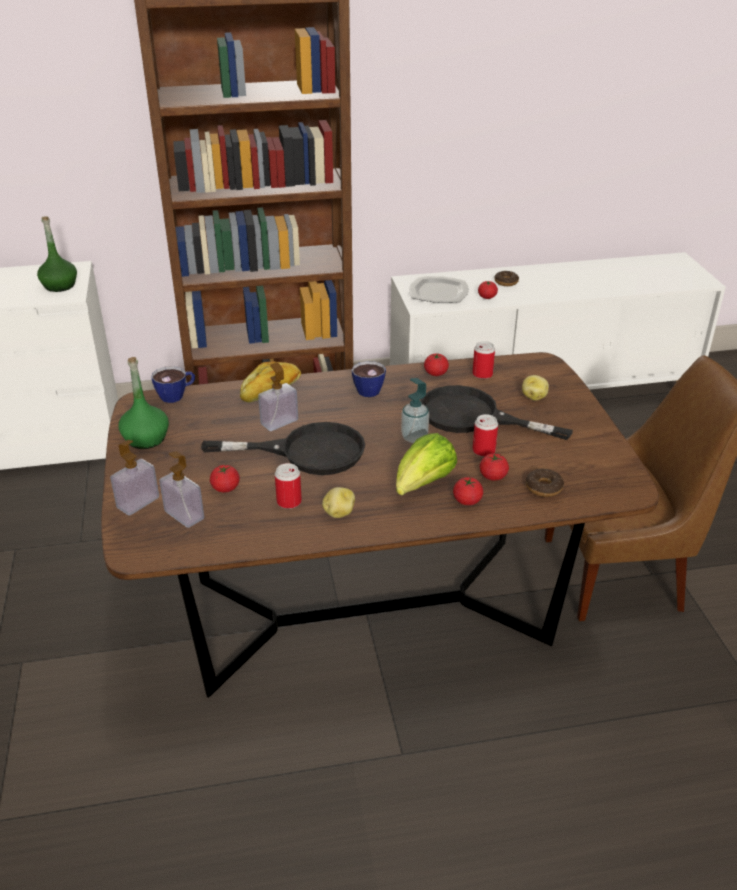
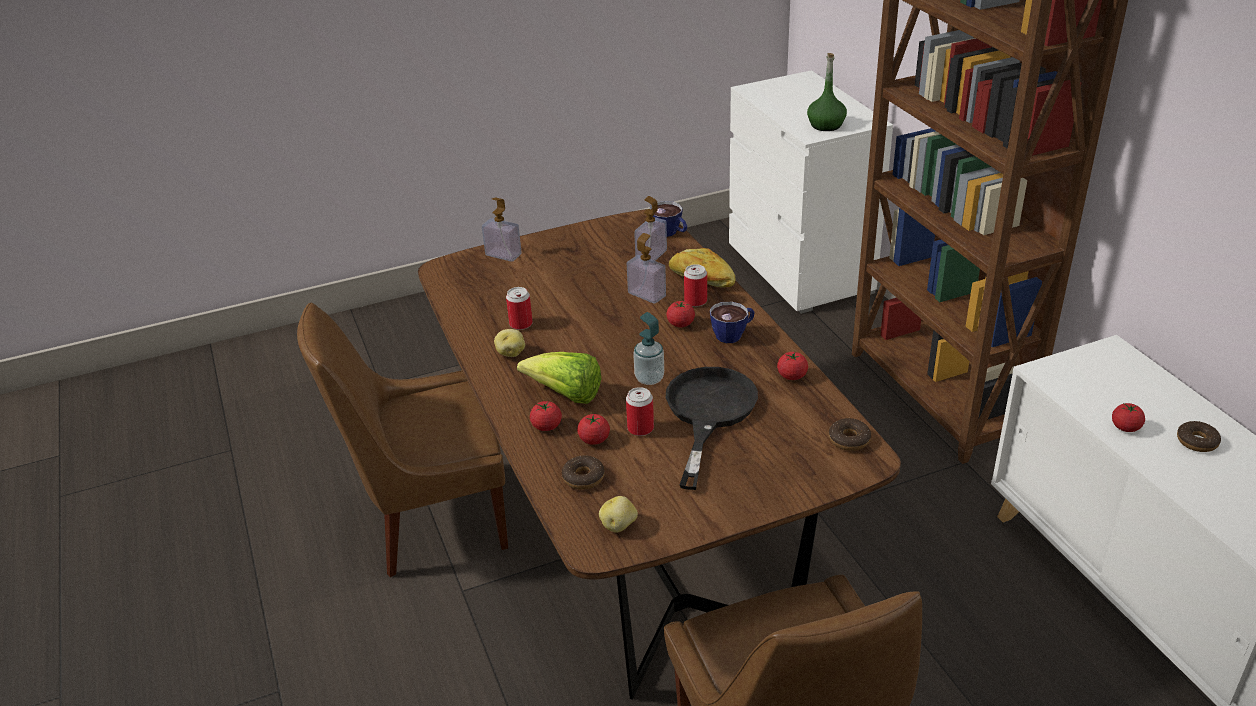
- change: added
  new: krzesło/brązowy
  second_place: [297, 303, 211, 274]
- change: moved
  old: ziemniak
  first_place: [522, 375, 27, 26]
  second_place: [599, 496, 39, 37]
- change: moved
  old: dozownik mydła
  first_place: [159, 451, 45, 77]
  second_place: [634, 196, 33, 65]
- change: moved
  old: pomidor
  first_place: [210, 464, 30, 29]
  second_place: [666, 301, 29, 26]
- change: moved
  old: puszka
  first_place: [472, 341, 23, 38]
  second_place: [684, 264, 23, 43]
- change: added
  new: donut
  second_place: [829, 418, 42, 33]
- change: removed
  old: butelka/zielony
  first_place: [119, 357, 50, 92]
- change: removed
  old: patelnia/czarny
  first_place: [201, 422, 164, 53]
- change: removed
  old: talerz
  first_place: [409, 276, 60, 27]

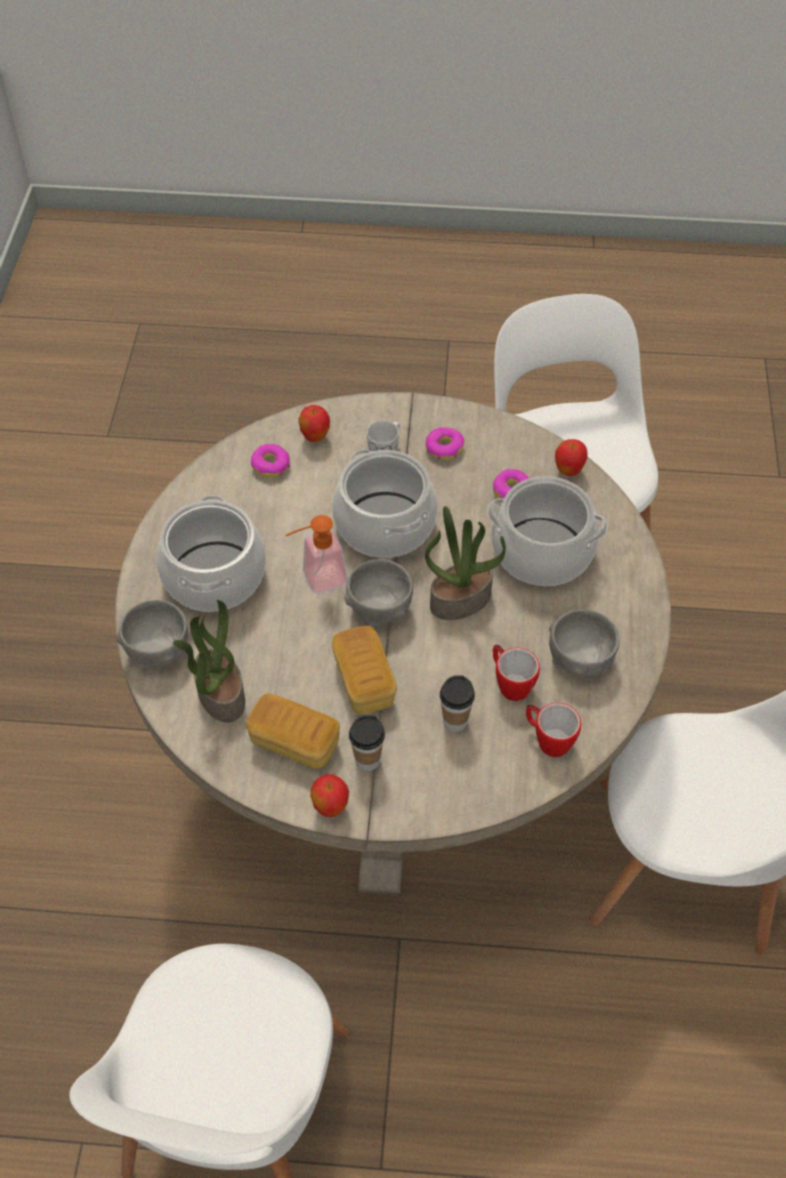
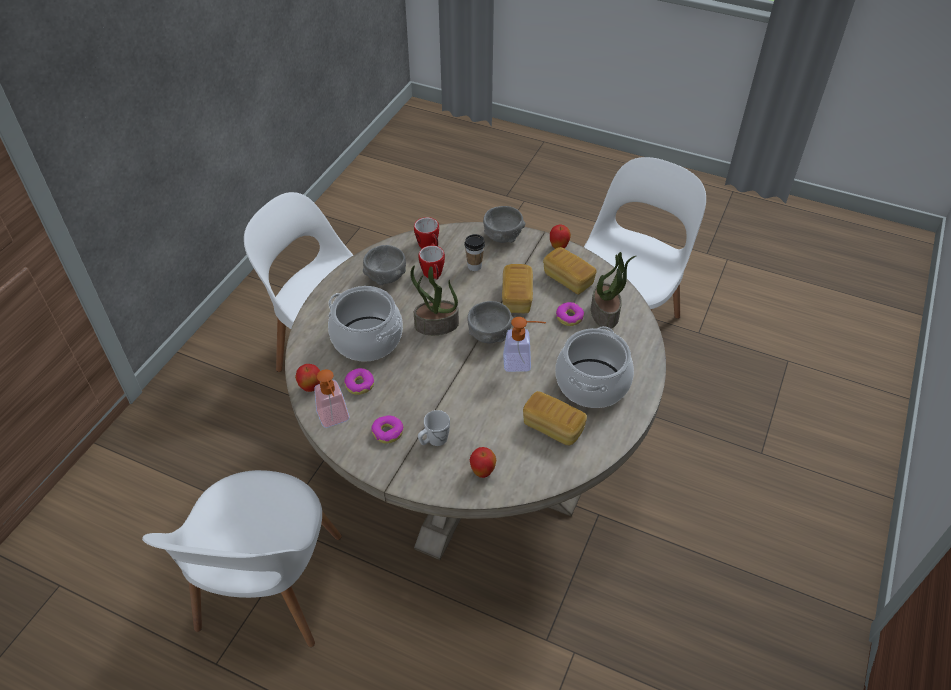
- change: added
  new: dozownik mydła
  second_place: [314, 369, 35, 59]
- change: moved
  old: miska/szary
  first_place: [116, 600, 72, 69]
  second_place: [483, 206, 42, 37]
- change: added
  new: chleb
  second_place: [523, 391, 64, 54]
- change: moved
  old: donut
  first_place: [251, 444, 39, 34]
  second_place: [556, 302, 28, 24]
- change: removed
  old: garnek
  first_place: [332, 449, 105, 109]
- change: removed
  old: filiżanka
  first_place: [349, 715, 36, 56]

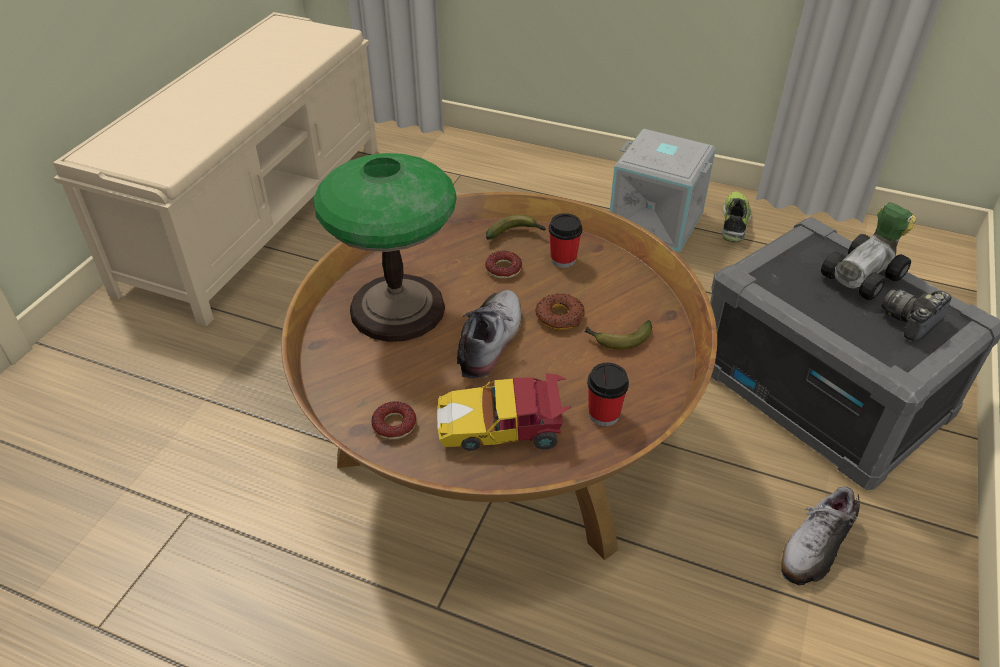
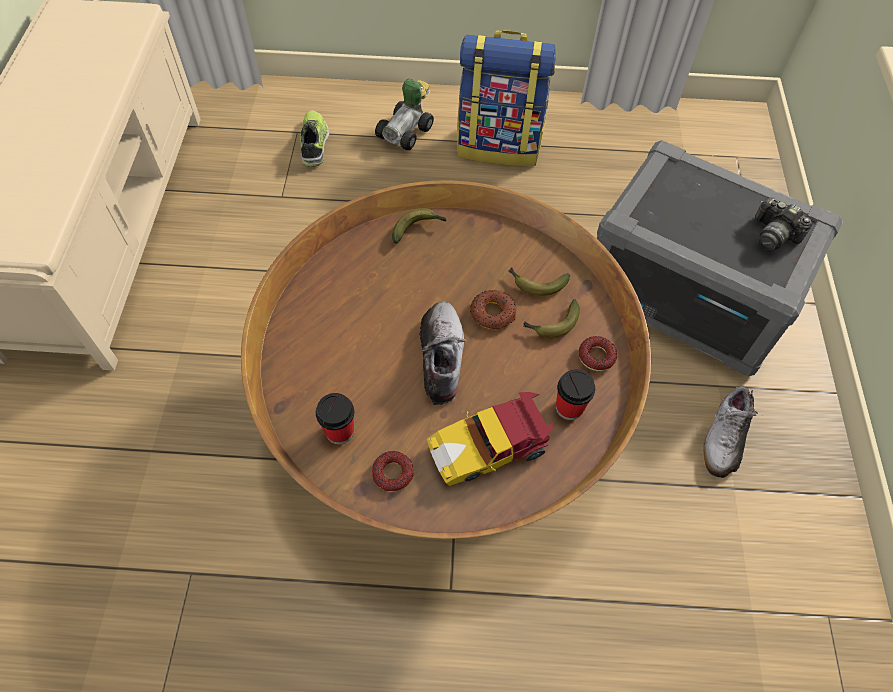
- change: moved
  old: but
  first_place: [722, 192, 30, 50]
  second_place: [300, 111, 29, 56]
- change: moved
  old: filiżanka
  first_place: [549, 213, 34, 55]
  second_place: [316, 393, 38, 51]
- change: moved
  old: samochodzik
  first_place: [821, 202, 95, 98]
  second_place: [375, 78, 59, 72]
- change: replaced
  old: pojemnik do przechowywania/szary
  new: plecak
  first_place: [610, 129, 106, 123]
  second_place: [457, 30, 99, 136]
- change: added
  new: banan
  second_place: [508, 267, 62, 29]
- change: moved
  old: donut
  first_place: [485, 251, 37, 28]
  second_place: [579, 336, 38, 35]
- change: turned
  old: aparat fotograficzny
  first_place: [881, 289, 70, 53]
  second_place: [755, 197, 57, 53]
  degrees: -75
- change: removed
  old: lampa stołowa
  first_place: [314, 153, 143, 189]

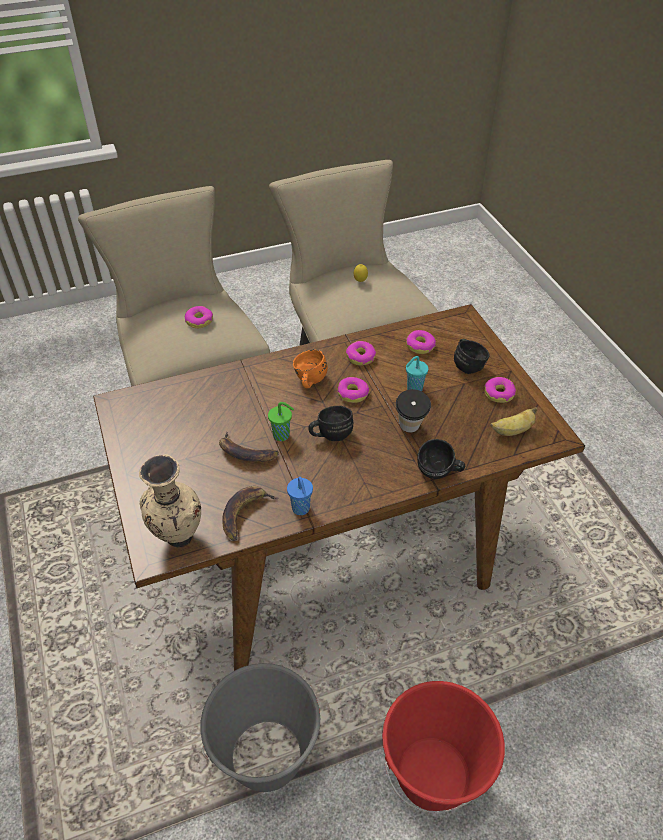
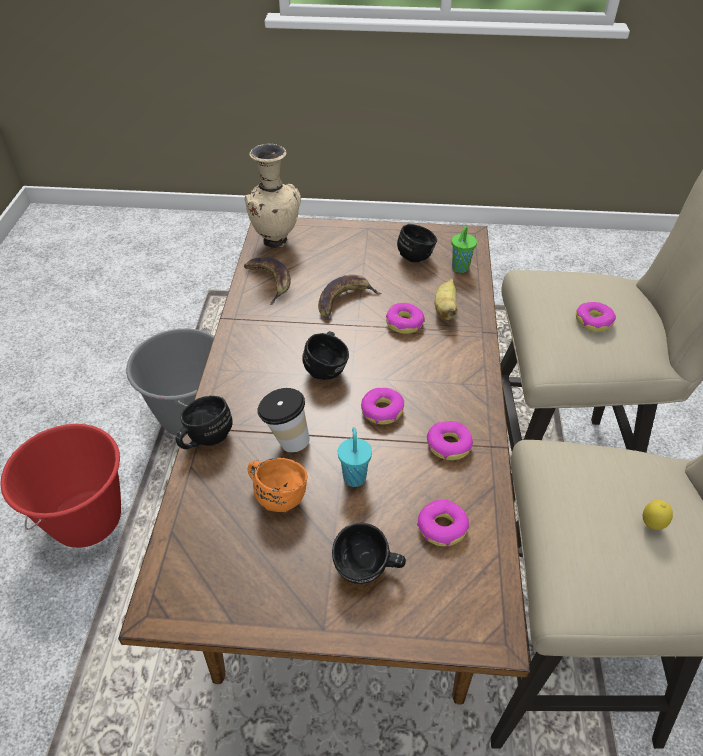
- change: moved
  old: kubek/pomarańczowy
  first_place: [293, 349, 35, 39]
  second_place: [248, 458, 59, 54]
- change: moved
  old: donut
  first_place: [484, 377, 32, 26]
  second_place: [386, 303, 39, 31]
- change: added
  new: kubek/czarny
  second_place: [397, 224, 40, 38]
- change: moved
  old: banan
  first_place: [490, 407, 47, 29]
  second_place: [435, 279, 23, 41]
- change: moved
  old: filiżanka/zielony
  first_place: [268, 402, 26, 39]
  second_place: [451, 226, 26, 47]
- change: removed
  old: filiżanka/niebieski
  first_place: [287, 477, 26, 38]

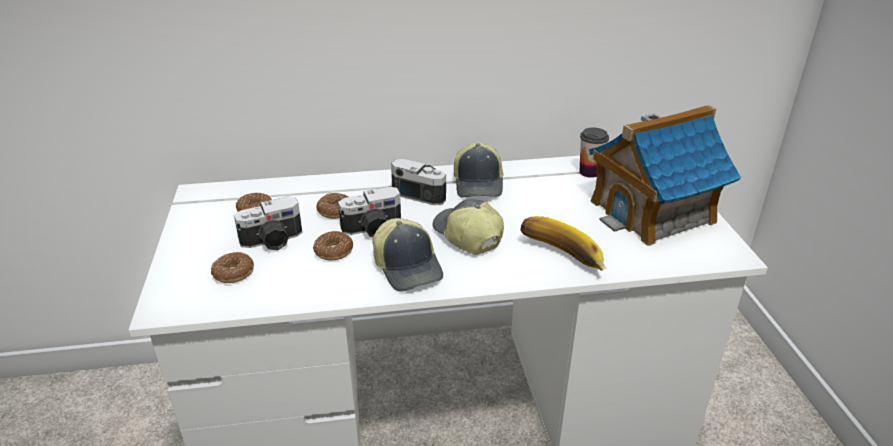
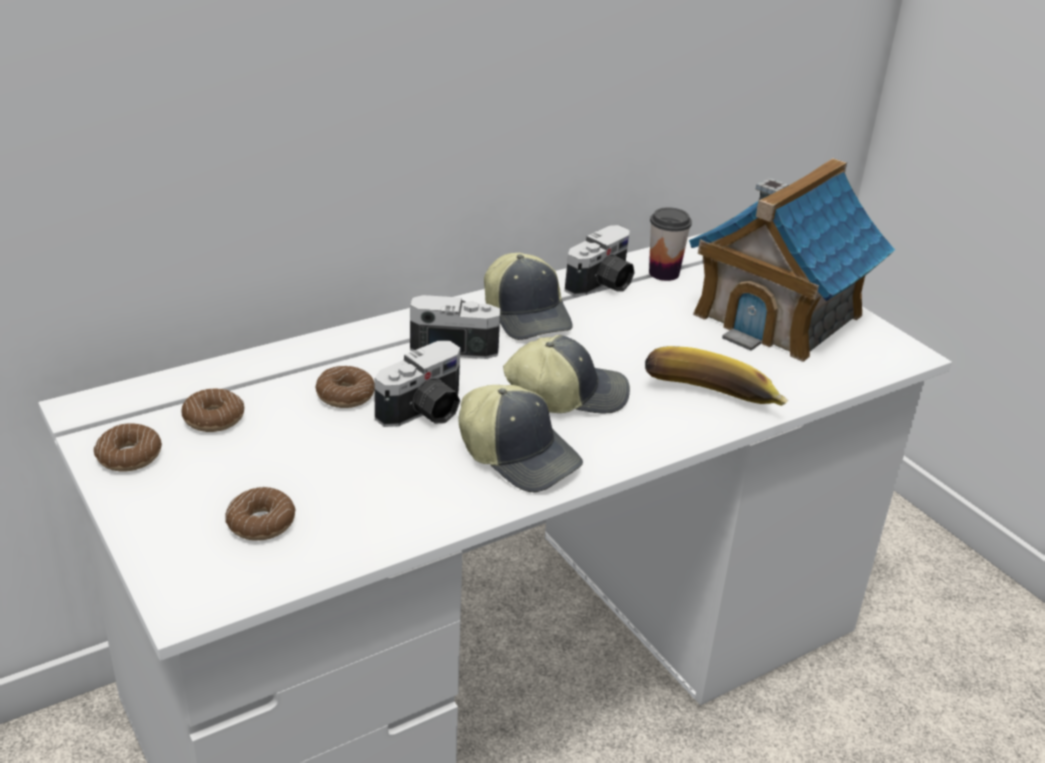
- change: moved
  old: donut
  first_place: [313, 231, 40, 29]
  second_place: [94, 423, 68, 48]
- change: turned
  old: czapka z daszkiem
  first_place: [433, 199, 71, 56]
  second_place: [503, 335, 127, 78]
  degrees: 135
- change: moved
  old: aparat fotograficzny
  first_place: [234, 197, 68, 53]
  second_place: [564, 225, 71, 71]

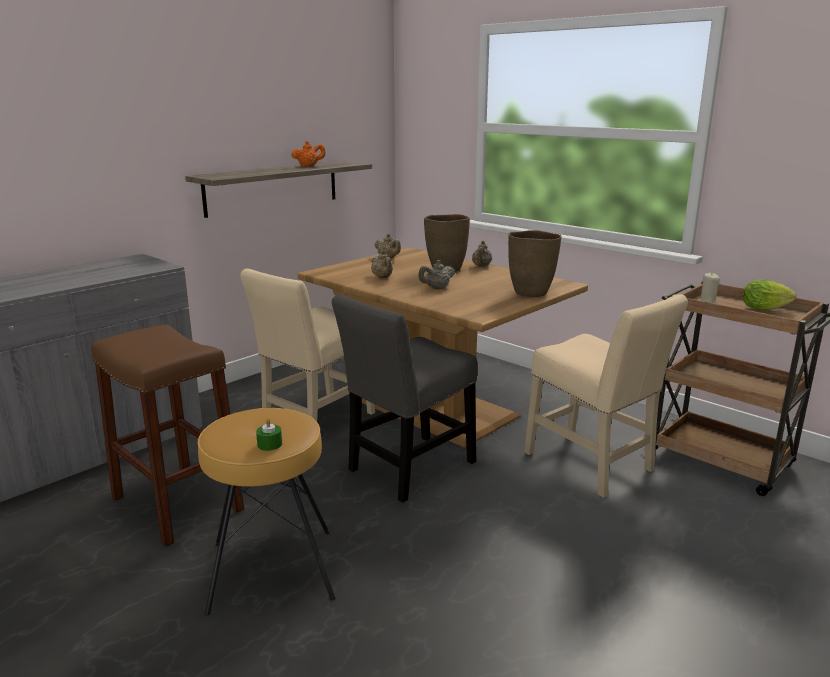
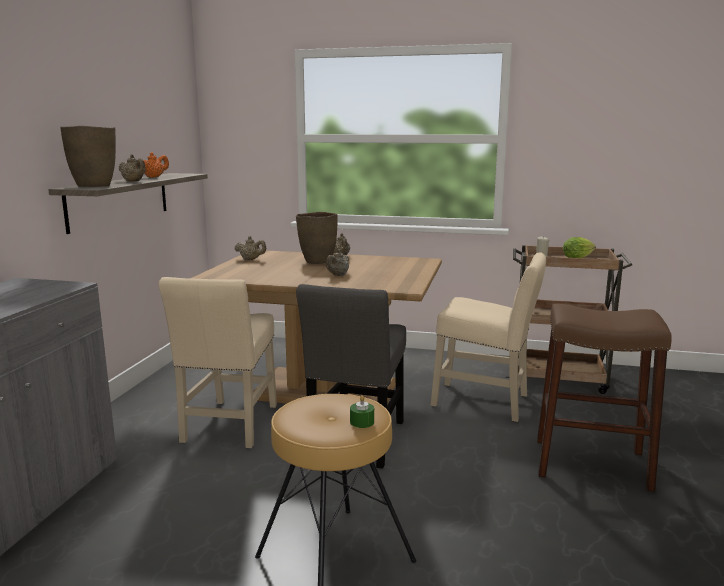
- change: moved
  old: wazon/brązowy
  first_place: [508, 230, 54, 67]
  second_place: [60, 126, 56, 61]
- change: moved
  old: imbryk/beżowy
  first_place: [371, 251, 22, 27]
  second_place: [119, 154, 27, 28]
- change: moved
  old: stołek/brązowy
  first_place: [91, 325, 153, 222]
  second_place: [537, 303, 135, 189]

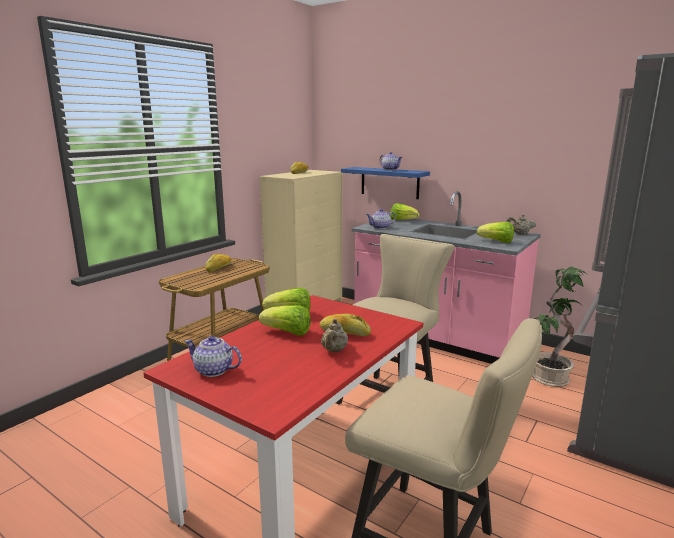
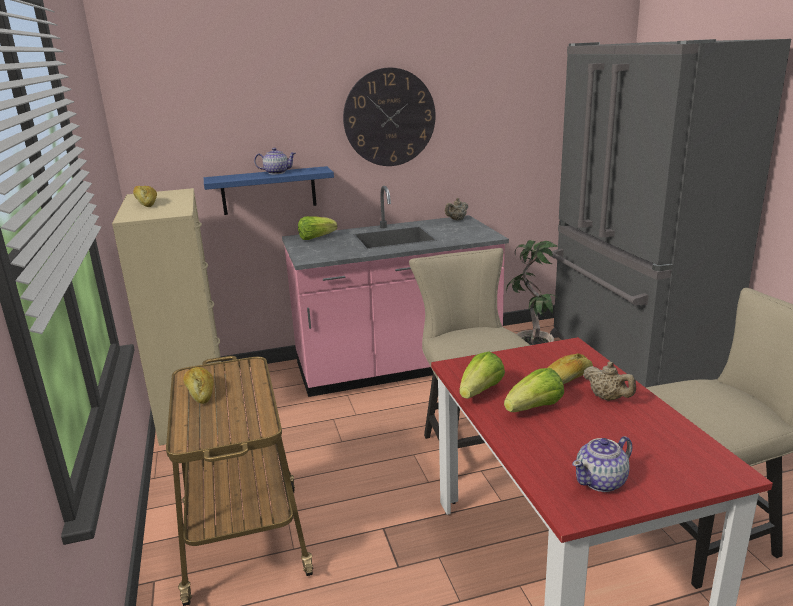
- change: added
  new: zegar ścienny
  second_place: [343, 68, 93, 98]
- change: removed
  old: imbryk
  first_place: [366, 209, 30, 20]
- change: removed
  old: sałata
  first_place: [477, 222, 37, 21]

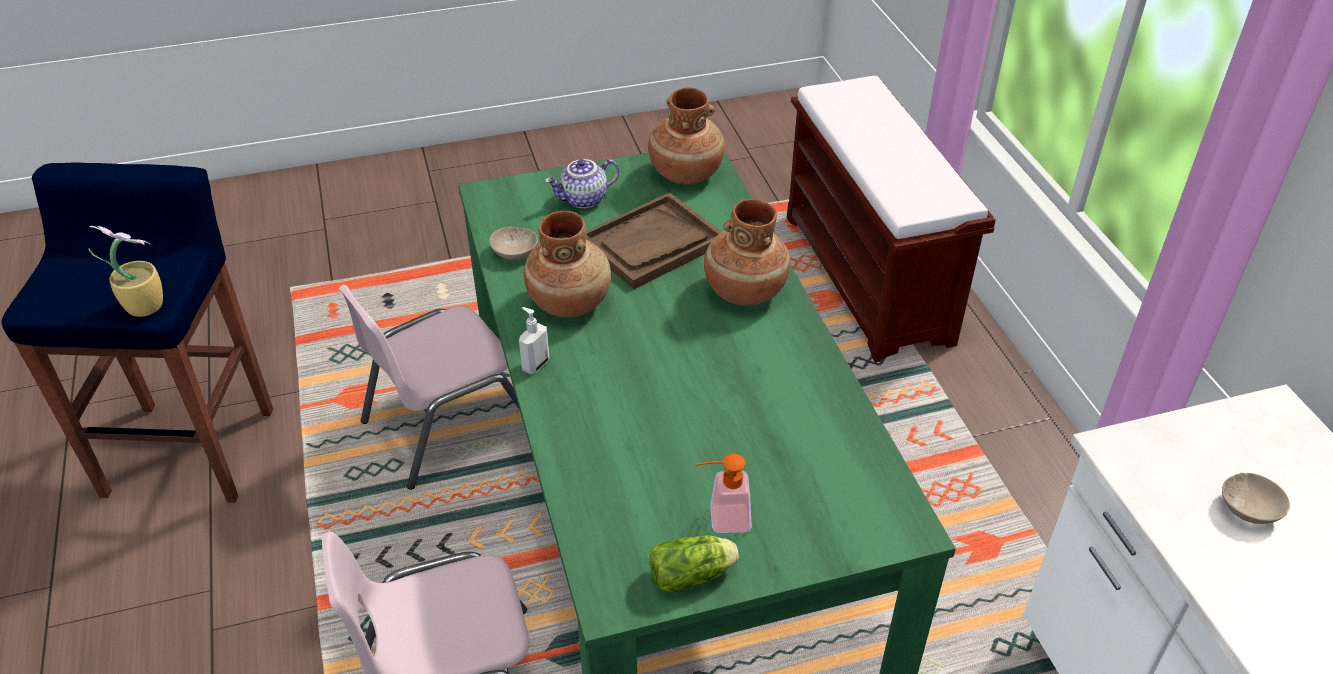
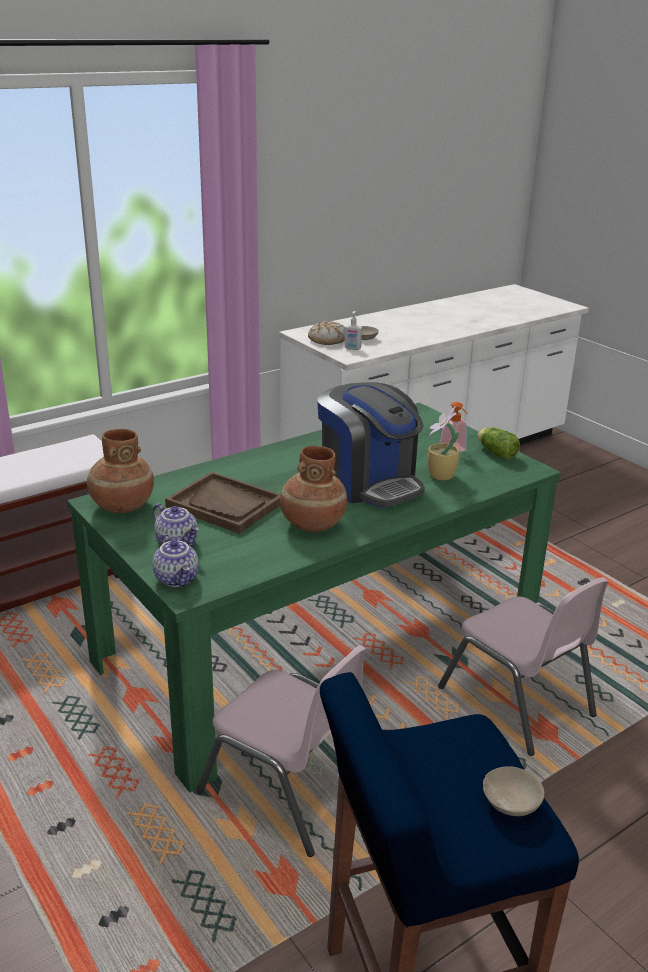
- change: added
  new: imbryk
  second_place: [152, 534, 47, 53]
- change: added
  new: chleb
  second_place: [308, 321, 37, 24]
- change: added
  new: ekspres do kawy
  second_place: [317, 382, 108, 126]
- change: moved
  old: dozownik mydła
  first_place: [519, 307, 30, 67]
  second_place: [344, 311, 18, 39]
- change: moved
  old: roślina doniczkowa
  first_place: [88, 226, 75, 91]
  second_place: [427, 406, 33, 74]
- change: moved
  old: miska/beżowy
  first_place: [489, 227, 49, 33]
  second_place: [483, 766, 61, 50]
- change: removed
  old: wazon/brązowy
  first_place: [704, 199, 86, 107]

